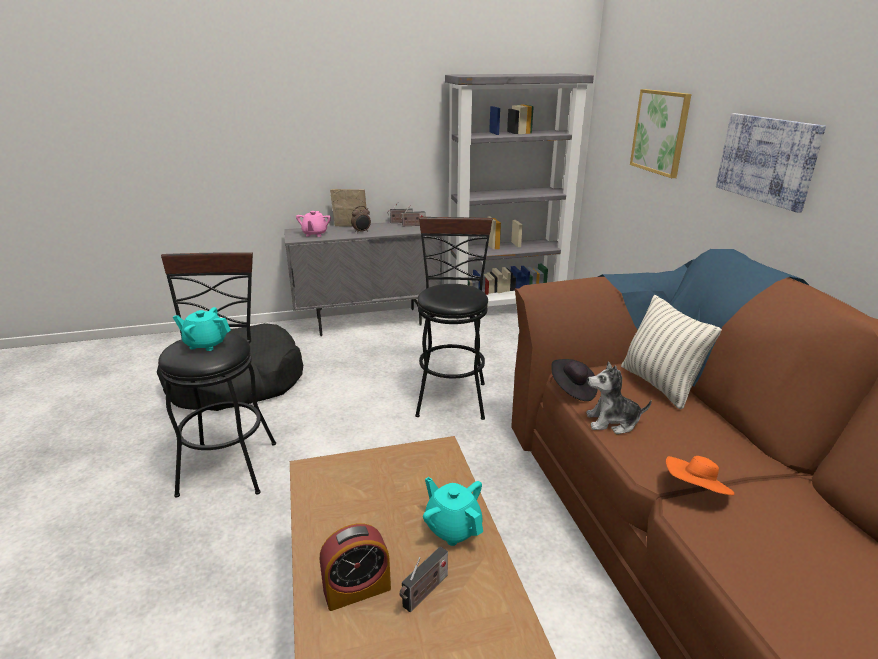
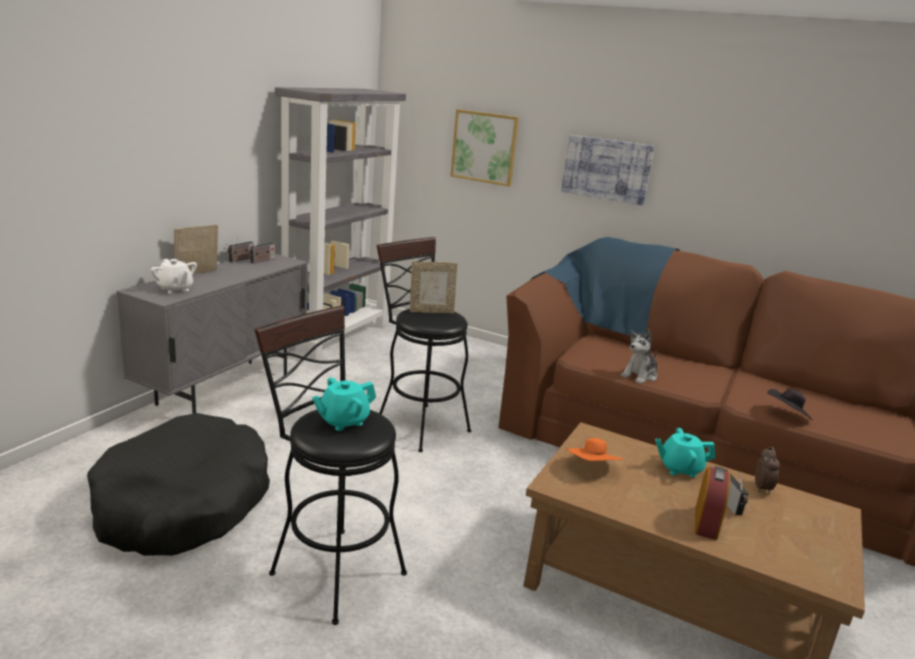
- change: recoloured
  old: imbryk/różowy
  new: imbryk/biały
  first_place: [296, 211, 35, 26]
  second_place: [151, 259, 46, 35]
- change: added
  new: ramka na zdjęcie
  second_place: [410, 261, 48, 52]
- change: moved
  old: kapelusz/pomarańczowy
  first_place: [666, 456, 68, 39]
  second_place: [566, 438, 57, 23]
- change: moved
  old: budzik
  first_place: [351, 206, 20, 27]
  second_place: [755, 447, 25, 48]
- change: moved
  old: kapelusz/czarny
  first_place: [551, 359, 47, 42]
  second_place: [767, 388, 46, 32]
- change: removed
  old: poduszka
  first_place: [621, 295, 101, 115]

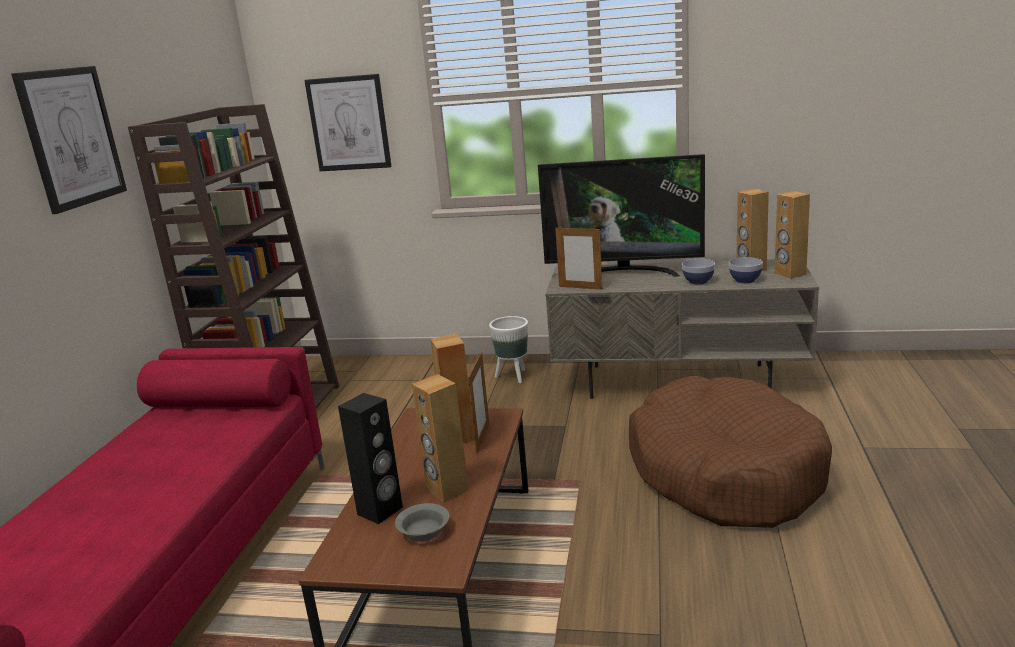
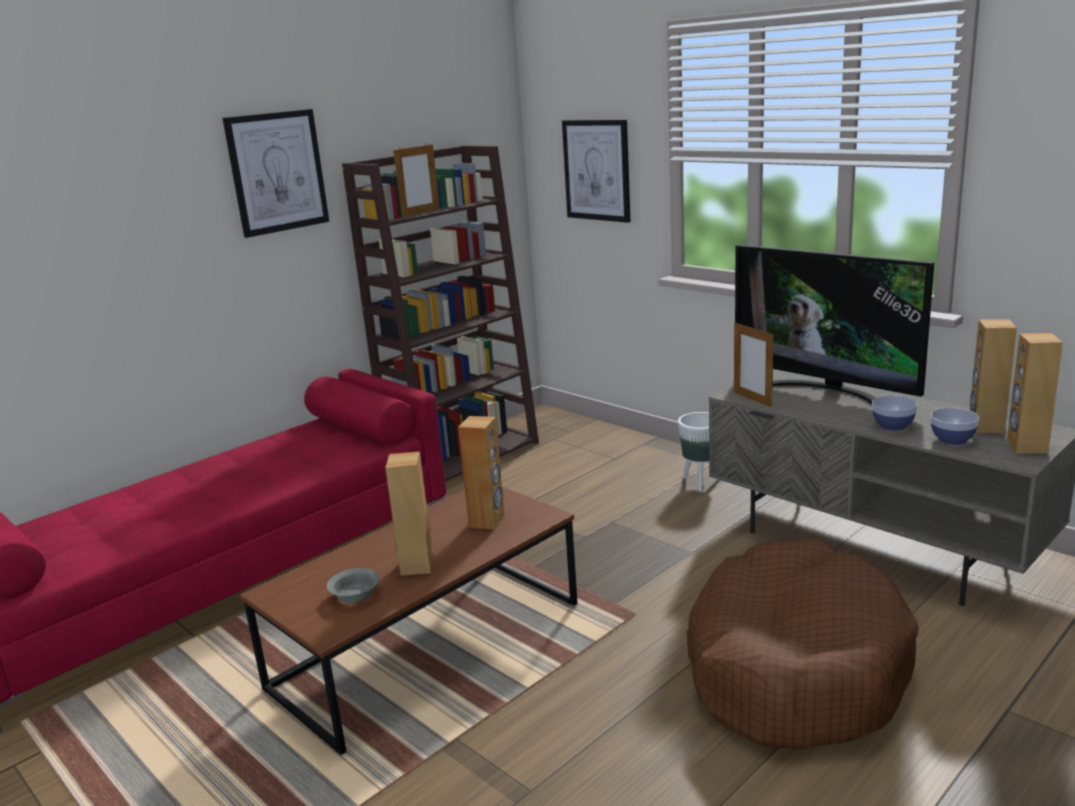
- change: moved
  old: ramka na zdjęcie
  first_place: [468, 352, 21, 102]
  second_place: [393, 144, 47, 73]
- change: removed
  old: głośnik/czarny
  first_place: [338, 393, 65, 131]

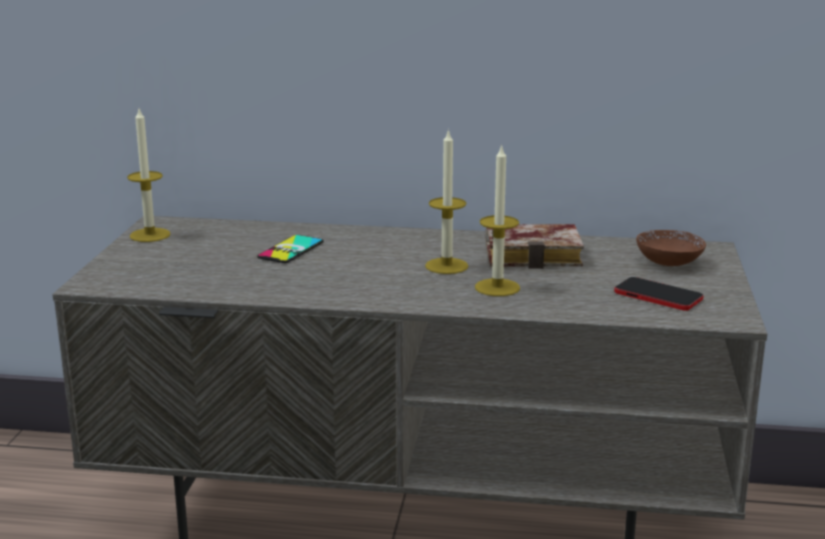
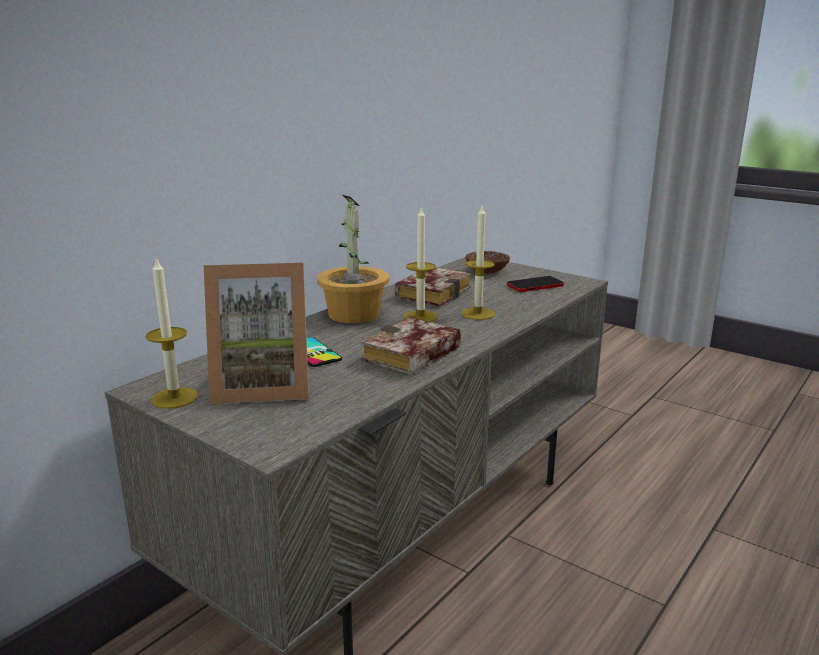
- change: added
  new: ramka na zdjęcie
  second_place: [204, 263, 105, 141]
- change: added
  new: roślina doniczkowa
  second_place: [317, 195, 72, 128]
- change: added
  new: książka
  second_place: [361, 317, 100, 58]

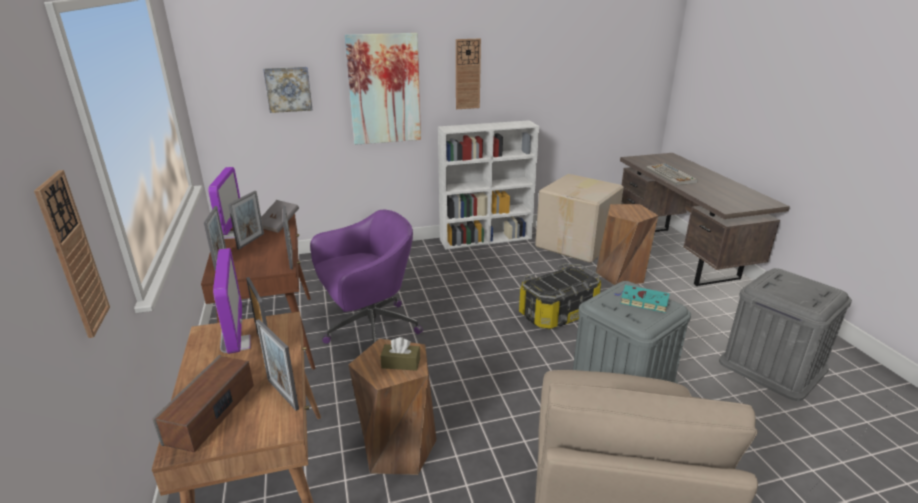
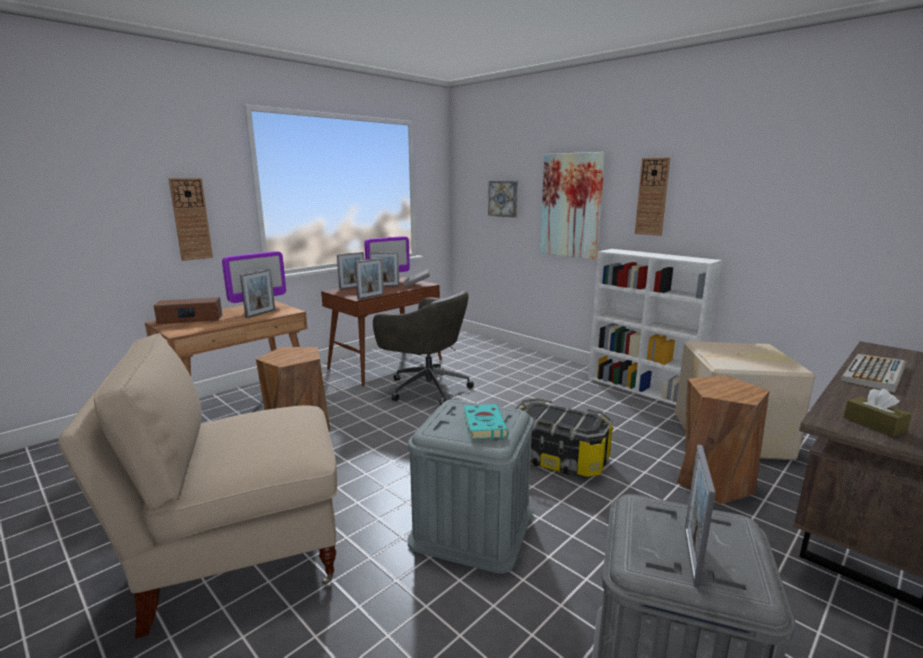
- change: recoloured
  old: krzesło biurowe/fioletowy
  new: krzesło biurowe/szary
  first_place: [310, 210, 113, 134]
  second_place: [373, 291, 101, 114]
- change: moved
  old: ramka na zdjęcie
  first_place: [256, 319, 43, 92]
  second_place: [685, 445, 31, 143]
- change: moved
  old: pudełko chusteczek/brązowy
  first_place: [380, 337, 40, 34]
  second_place: [844, 389, 68, 47]

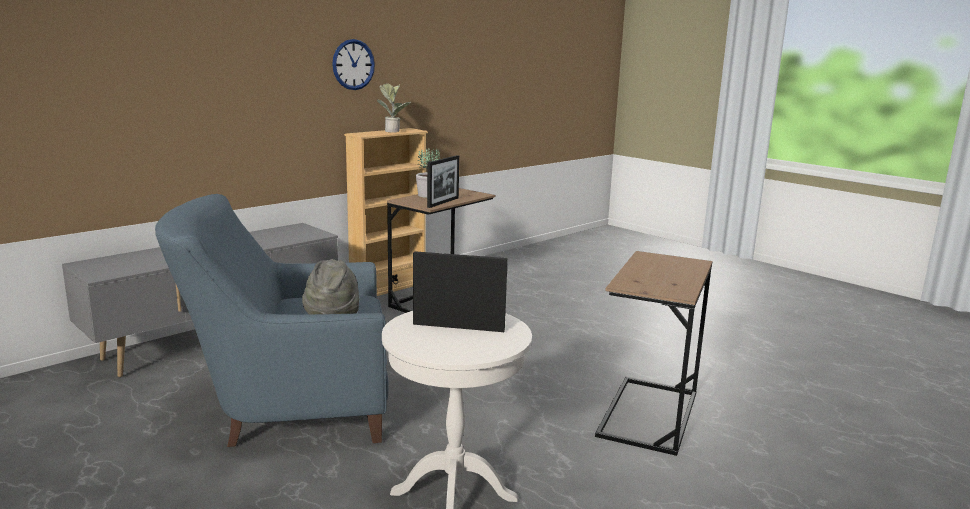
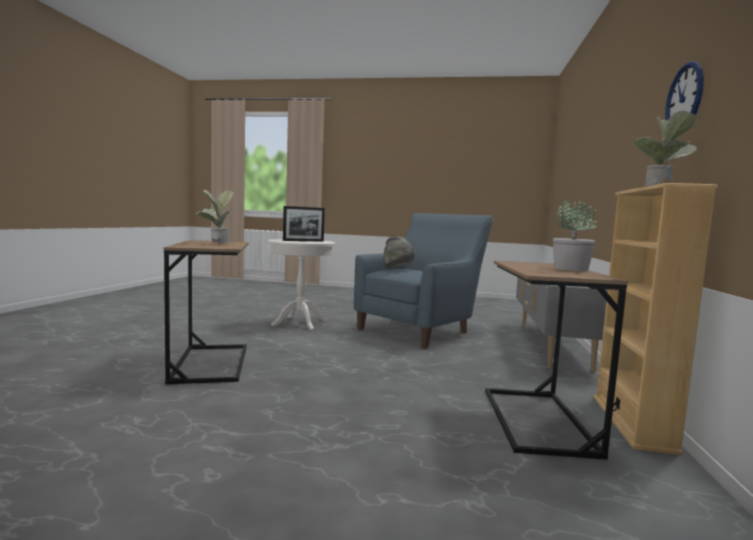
- change: added
  new: roślina doniczkowa
  second_place: [196, 190, 38, 54]
- change: removed
  old: ramka na zdjęcie
  first_place: [427, 155, 32, 53]

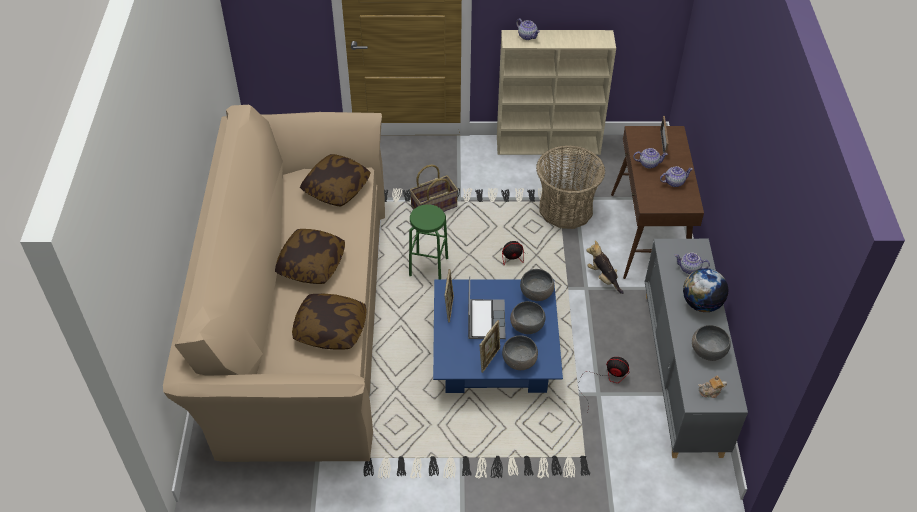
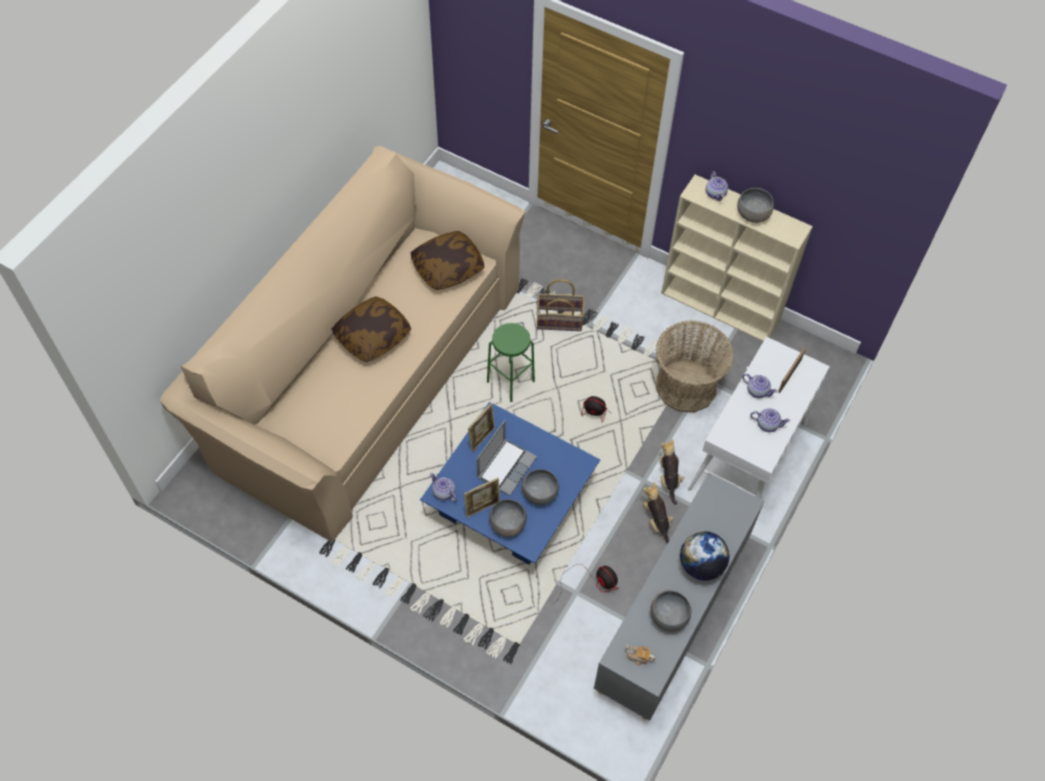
- change: moved
  old: imbryk
  first_place: [674, 253, 36, 21]
  second_place: [430, 473, 27, 29]
- change: added
  new: pluszak
  second_place: [643, 482, 30, 62]
- change: recoloured
  old: stolik konsolowy/brązowy
  new: stolik konsolowy/biały
  first_place: [611, 126, 93, 153]
  second_place: [688, 336, 142, 163]
- change: moved
  old: miska/szary
  first_place: [520, 269, 34, 32]
  second_place: [737, 188, 37, 35]
- change: removed
  old: poduszka
  first_place: [292, 294, 75, 56]

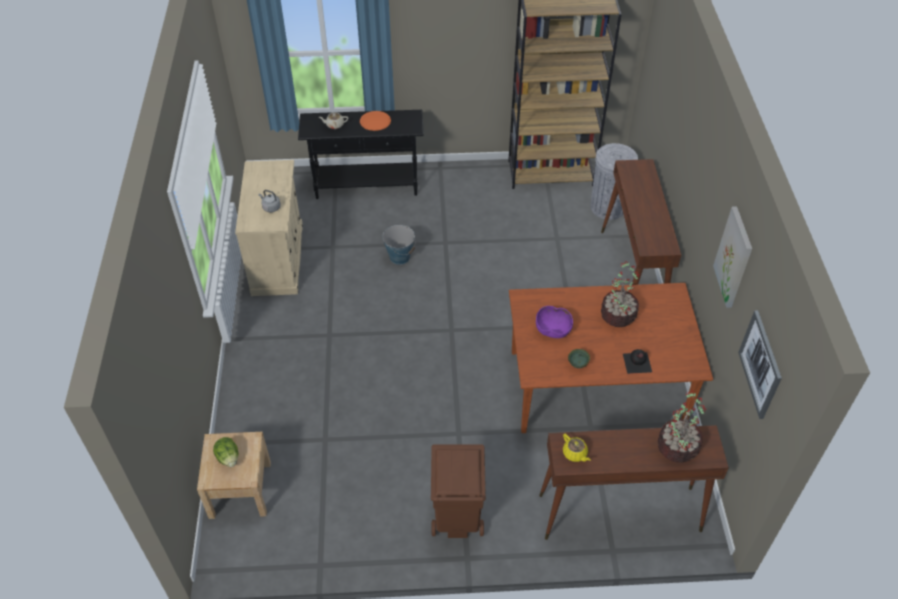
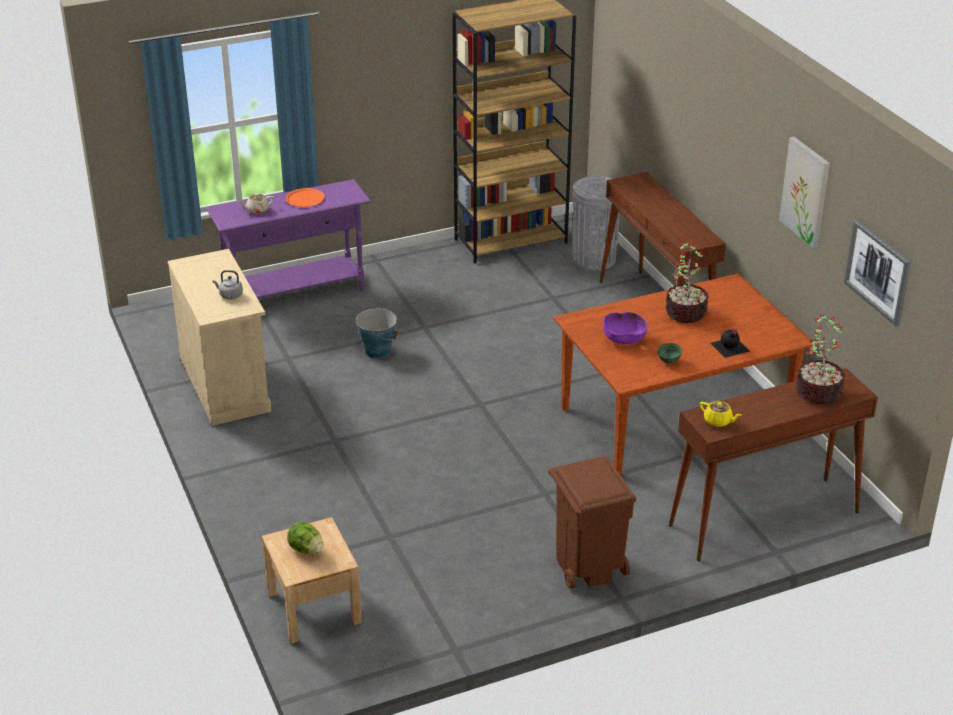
- change: recoloured
  old: stolik konsolowy/czarny
  new: stolik konsolowy/fioletowy
  first_place: [298, 110, 126, 89]
  second_place: [206, 179, 165, 119]

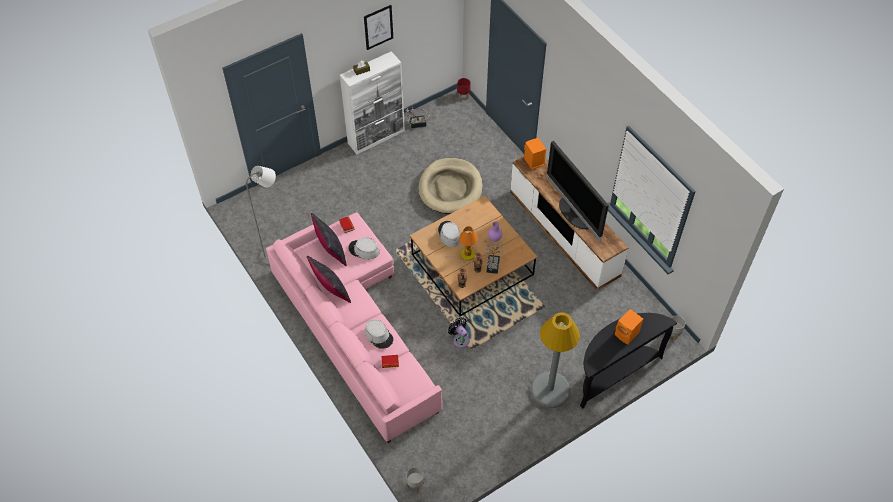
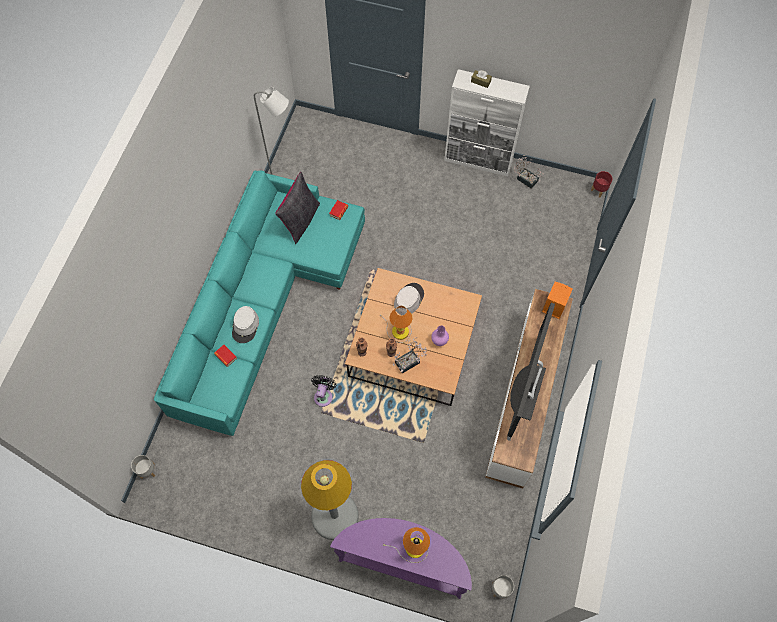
- change: recoloured
  old: kanapa/różowy
  new: kanapa/turkusowy
  first_place: [266, 212, 176, 231]
  second_place: [154, 170, 211, 266]
- change: recoloured
  old: stolik konsolowy/czarny
  new: stolik konsolowy/fioletowy
  first_place: [580, 313, 97, 96]
  second_place: [330, 518, 142, 81]
- change: replaced
  old: głośnik/pomarańczowy
  new: lampa stołowa
  first_place: [615, 309, 28, 35]
  second_place: [382, 527, 48, 36]
- change: removed
  old: poduszka/czarny
  first_place: [307, 256, 44, 47]
- change: removed
  old: kapelusz/szary
  first_place: [348, 237, 32, 23]
- change: removed
  old: obraz
  first_place: [364, 5, 29, 45]
- change: removed
  old: legowisko/beżowy
  first_place: [418, 158, 65, 56]

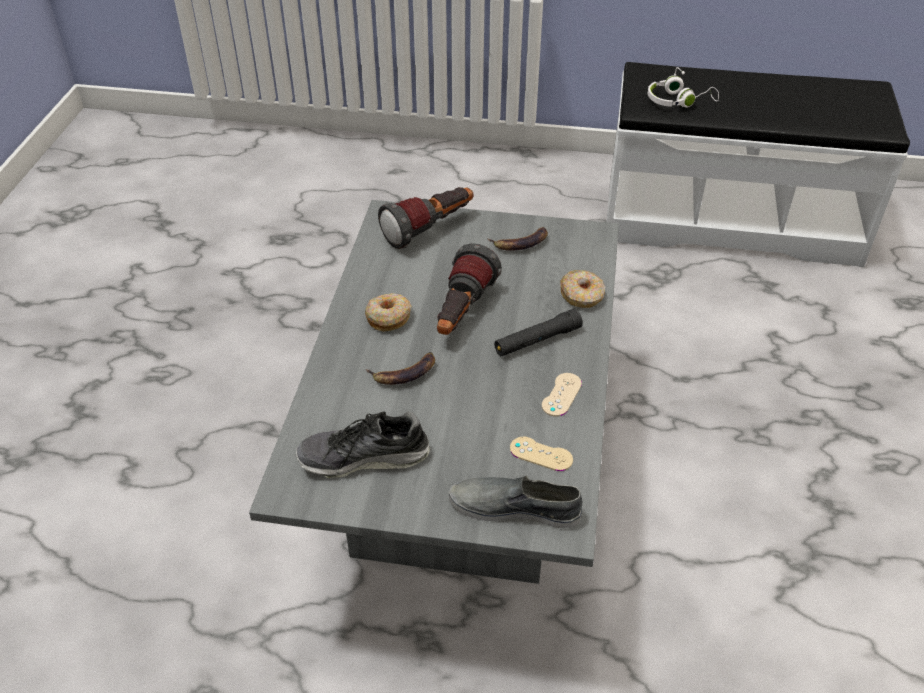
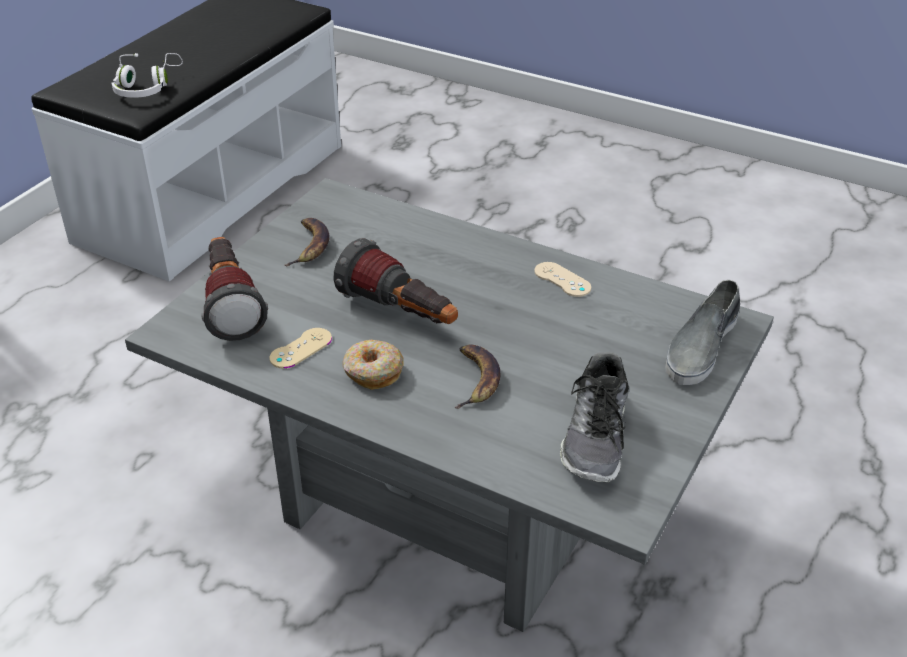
- change: moved
  old: pad do gier/beżowy
  first_place: [510, 437, 63, 34]
  second_place: [269, 328, 63, 41]
- change: removed
  old: latarka/czarny
  first_place: [494, 308, 89, 48]
- change: removed
  old: donut
  first_place: [561, 270, 44, 38]

